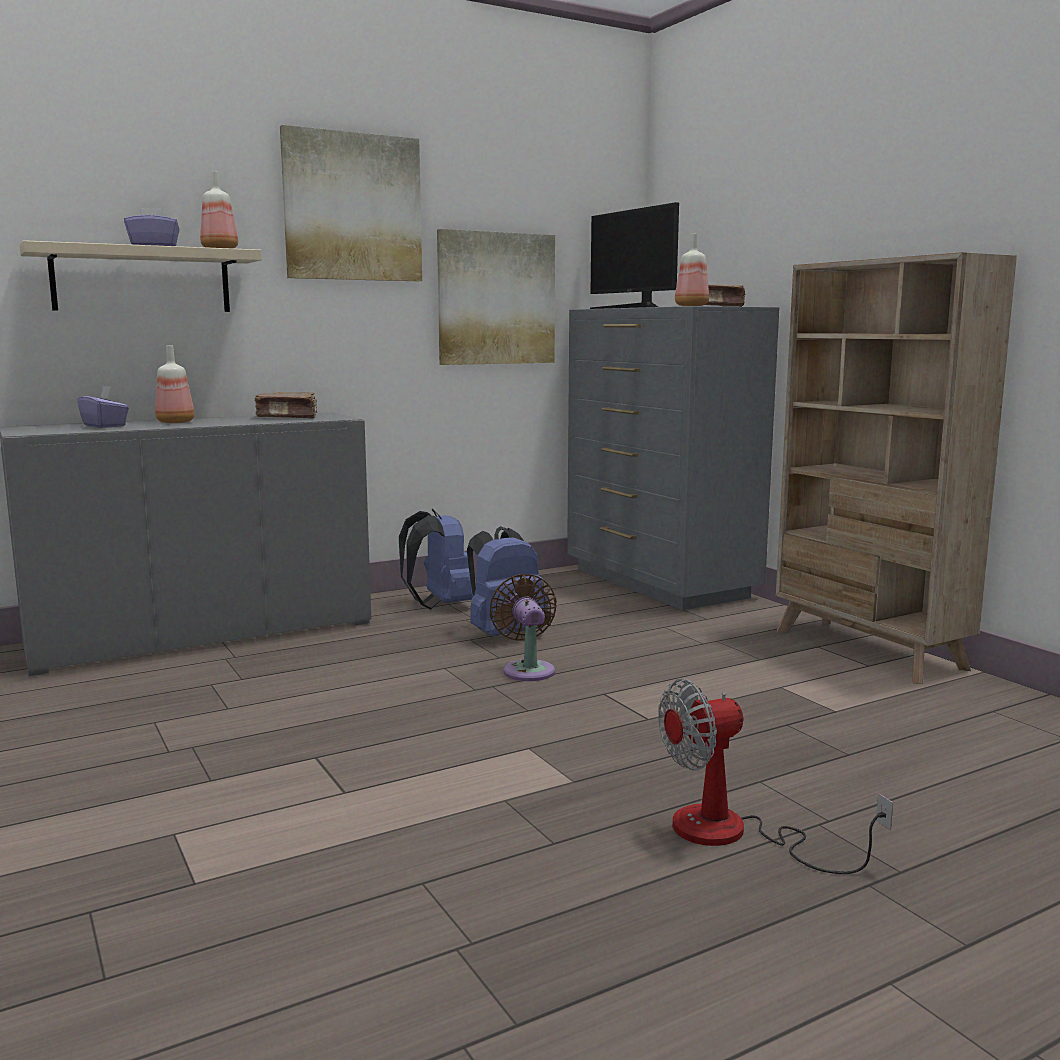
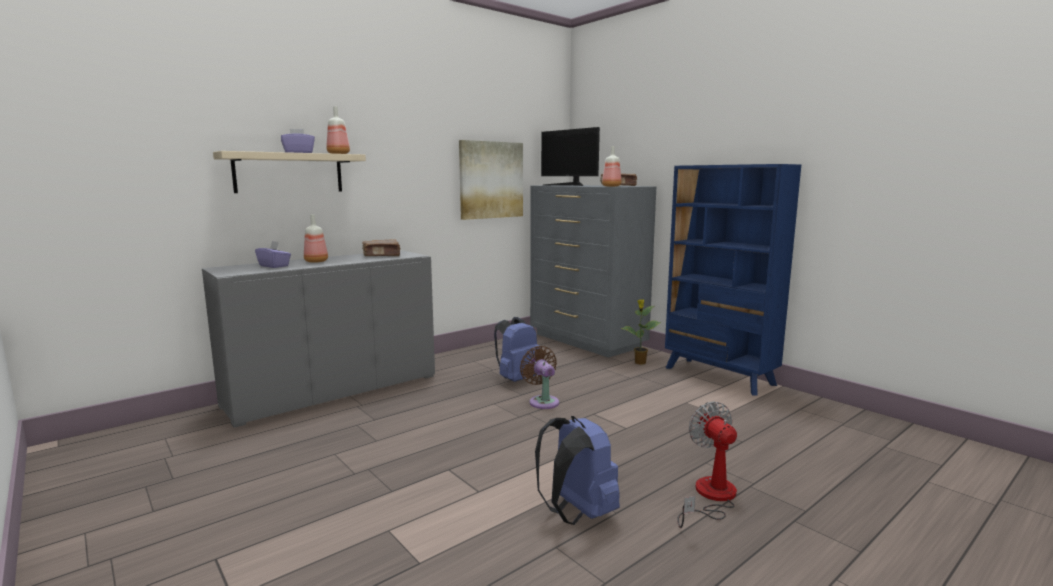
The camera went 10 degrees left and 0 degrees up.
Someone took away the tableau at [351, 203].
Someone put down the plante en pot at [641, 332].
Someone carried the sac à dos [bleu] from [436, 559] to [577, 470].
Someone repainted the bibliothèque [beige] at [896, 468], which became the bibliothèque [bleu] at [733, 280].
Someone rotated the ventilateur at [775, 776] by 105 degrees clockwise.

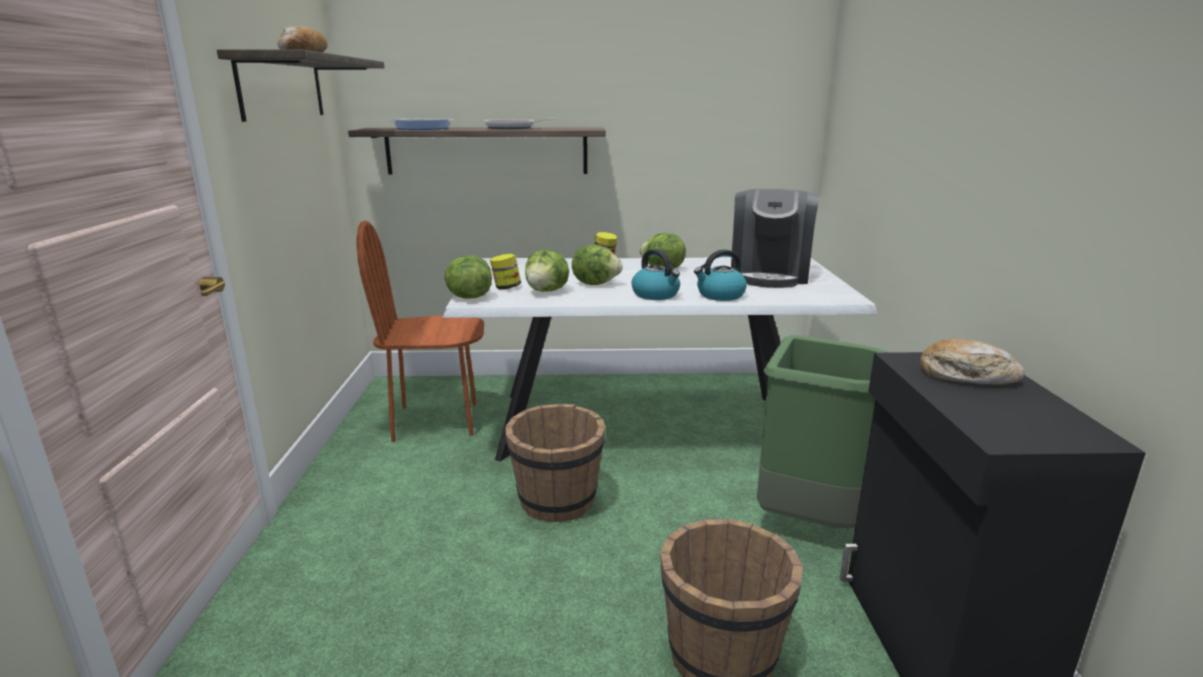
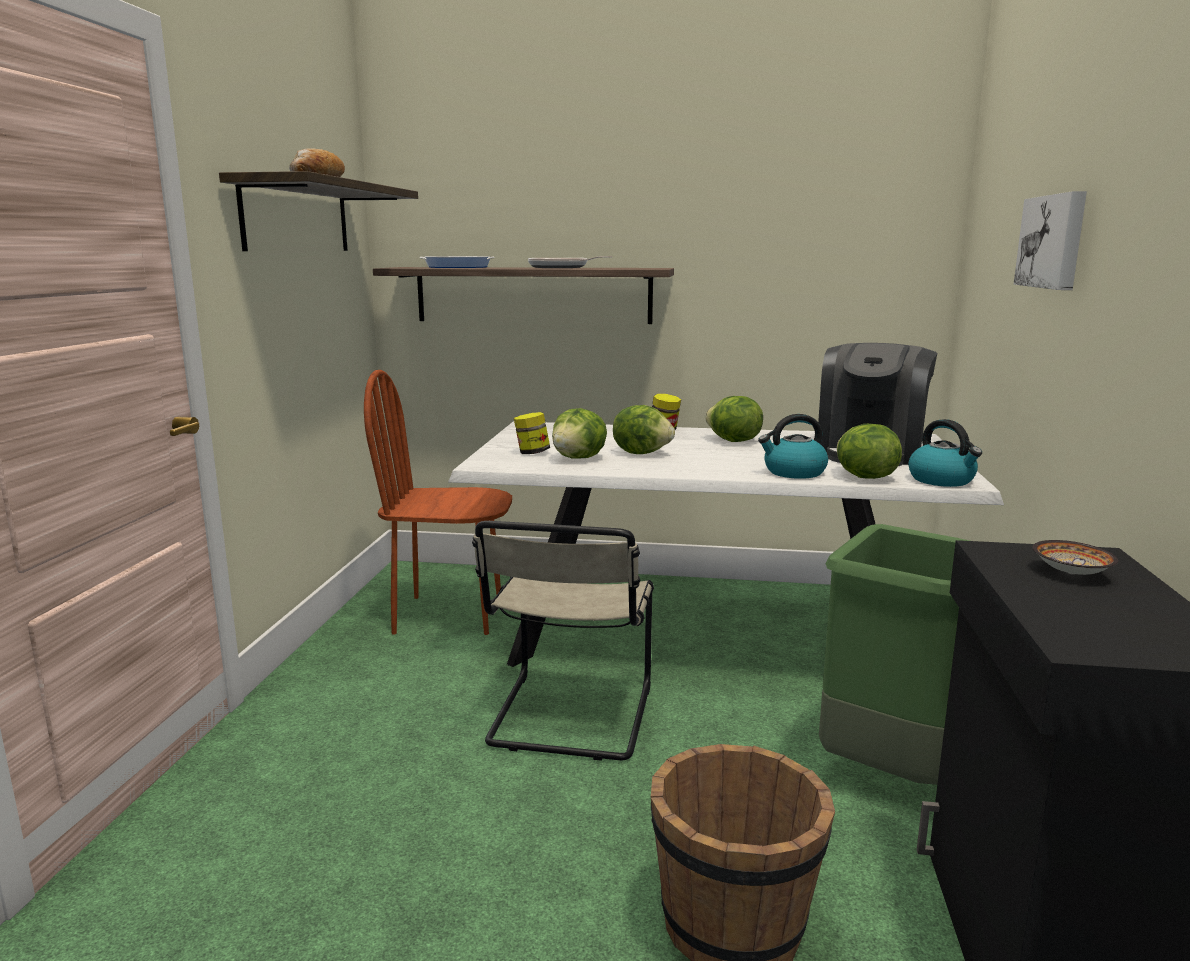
The camera went 10 degrees right and 5 degrees down.
Someone put up the tableau at [1050, 240].
Someone carried the laitue from [468, 277] to [869, 451].
Someone carried the bouilloire from [656, 274] to [945, 453].
Someone swapped the seau [marron] at [555, 463] for the chaise [beige] at [563, 641].
Someone swapped the pain at [972, 362] for the bol at [1075, 557].

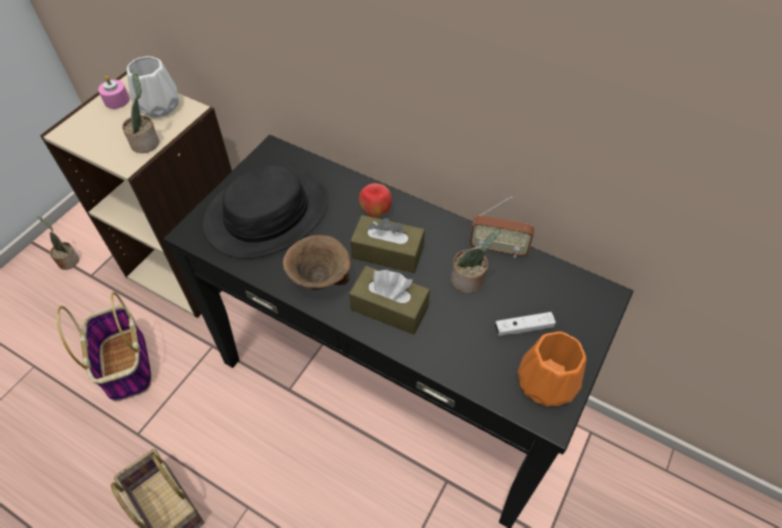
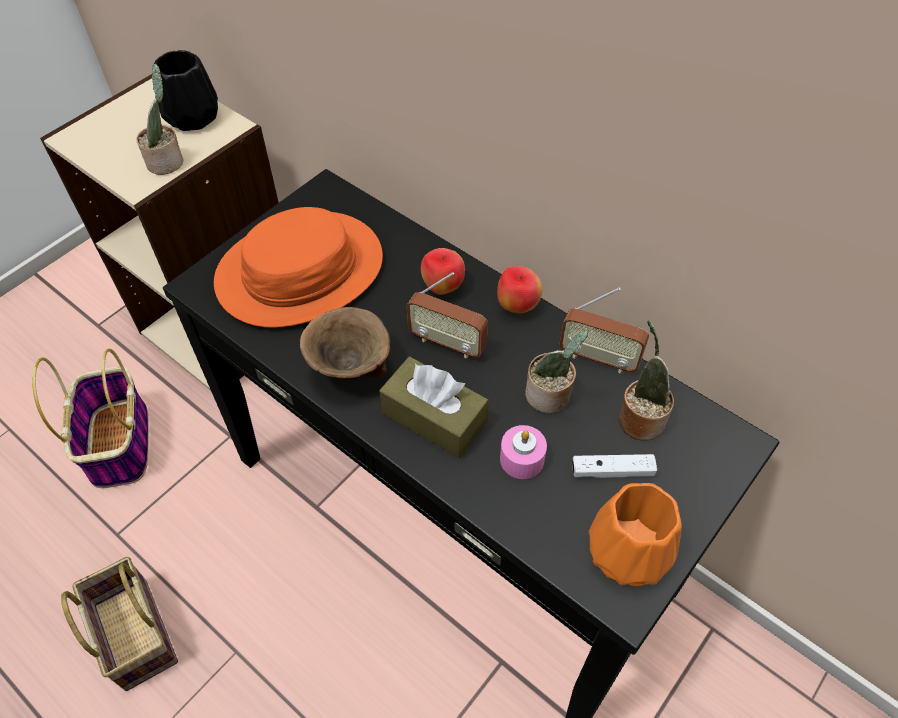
The camera went 10 degrees right and 0 degrees up.
Someone put down the pomme at [520, 289].
Someone carried the plante en pot from [58, 243] to [646, 380].
Someone carried the bougie [rose] from [114, 92] to [523, 452].
Someone swapped the boîte à mouchoirs [marron] at [387, 244] for the radio at [447, 315].
Someone repainted the vase [blanc] at [153, 87], which became the vase [noir] at [186, 90].
Someone repainted the chapeau [noir] at [265, 211], which became the chapeau [orange] at [298, 267].

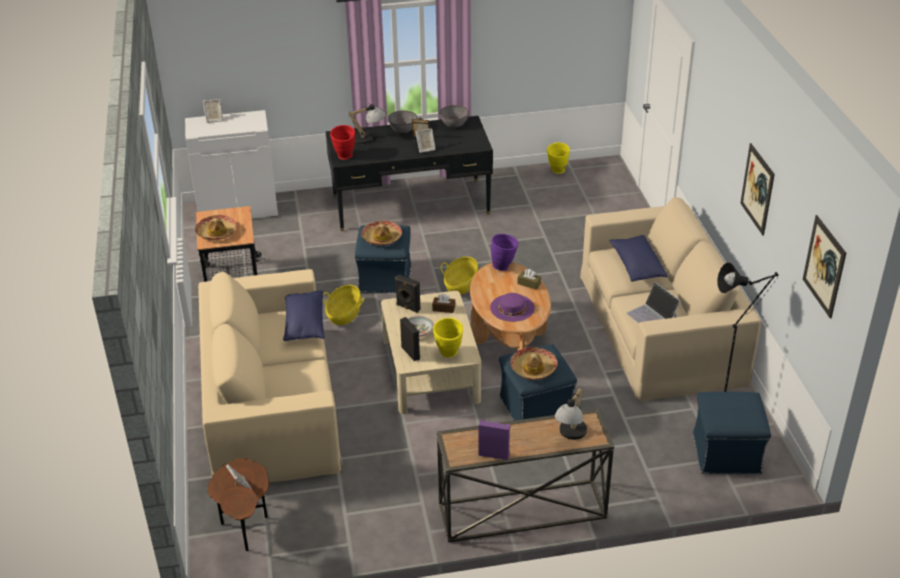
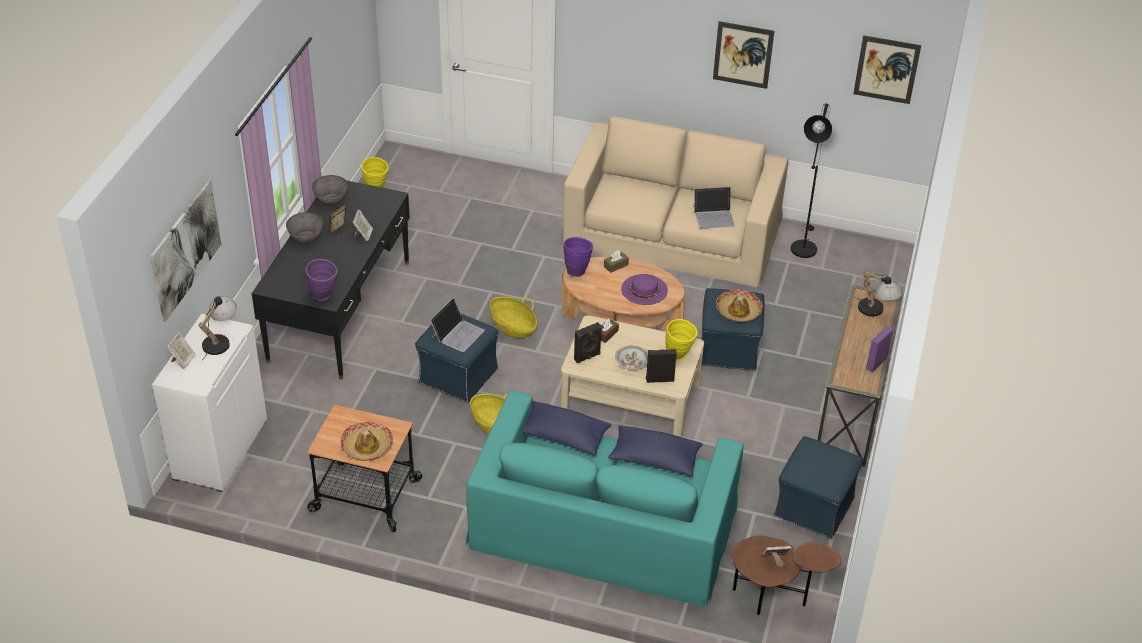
The camera went 65 degrees left and 5 degrees up.
Someone put up the tableau at [185, 251].
Someone carried the lampe de table from [367, 124] to [218, 328].
Someone carried the coussin [bleu] from [638, 258] to [655, 450].
Someone carried the pouf [bleu] from [732, 433] to [818, 487].
Someone swapped the chapeau at [381, 233] for the ordinateur portable at [457, 324].
Someone repainted the canapé [beige] at [270, 375], which became the canapé [turquoise] at [605, 499].
Someone repainted the vase [rouge] at [342, 142], which became the vase [violet] at [322, 280].

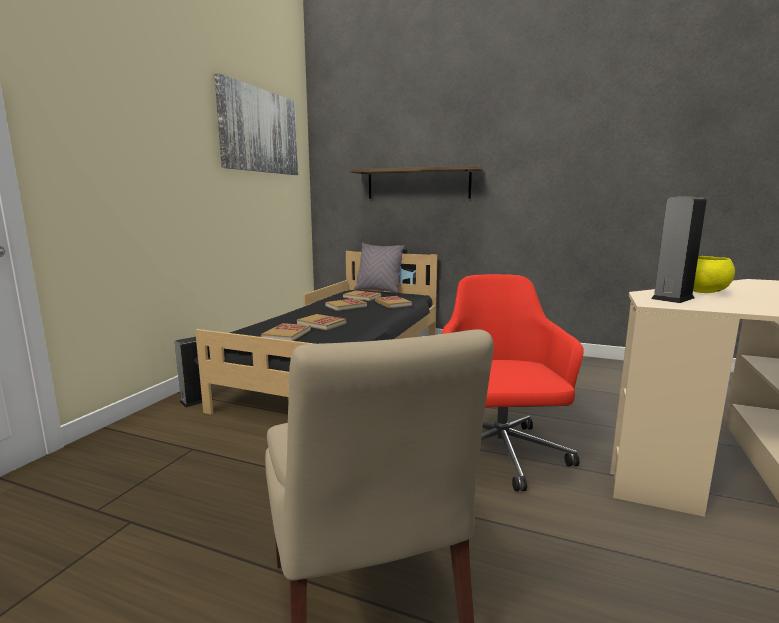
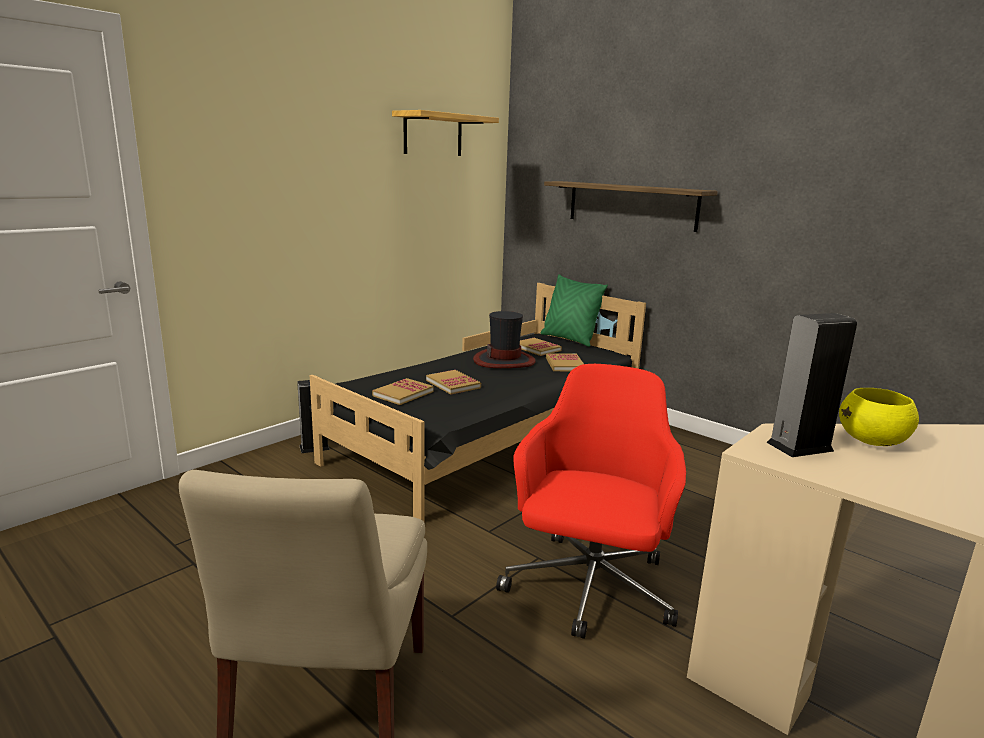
The camera went 20 degrees right and 5 degrees up.
Someone swapped the tableau at [256, 124] for the étagère at [445, 133].
Someone swapped the livre at [346, 304] for the chapeau at [504, 339].
Someone repainted the coussin [gris] at [379, 268], which became the coussin [vert] at [574, 310].

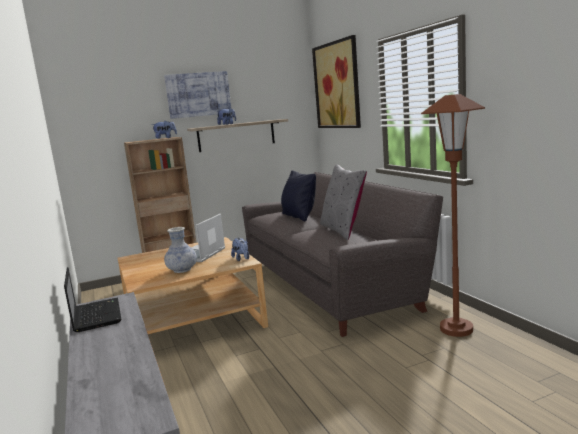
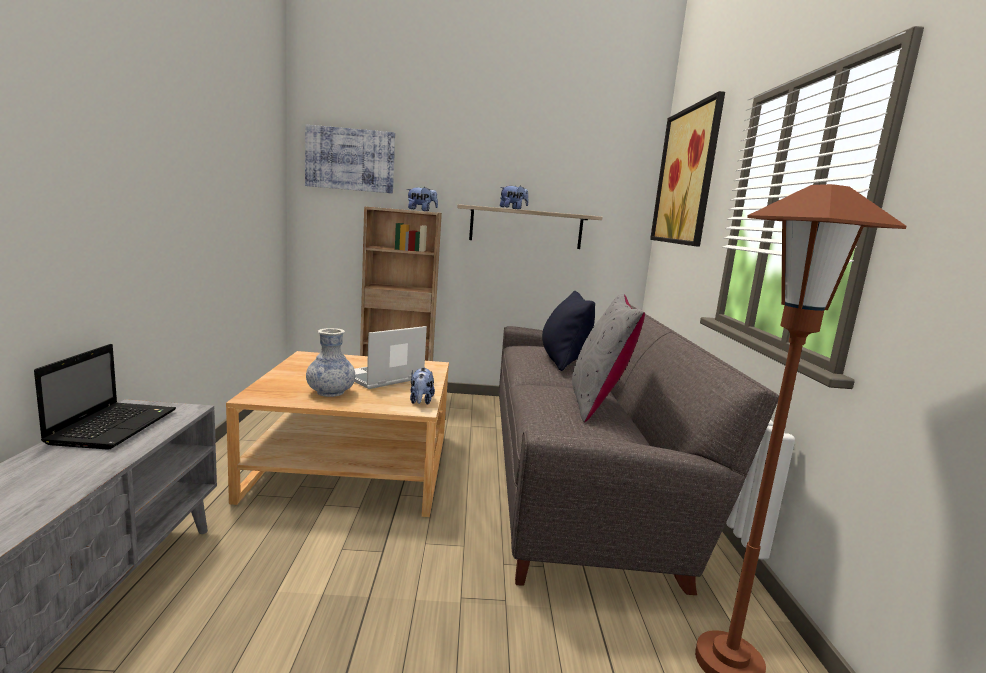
The camera went 20 degrees right and 0 degrees up.
Someone carried the tableau from [197, 95] to [350, 159].

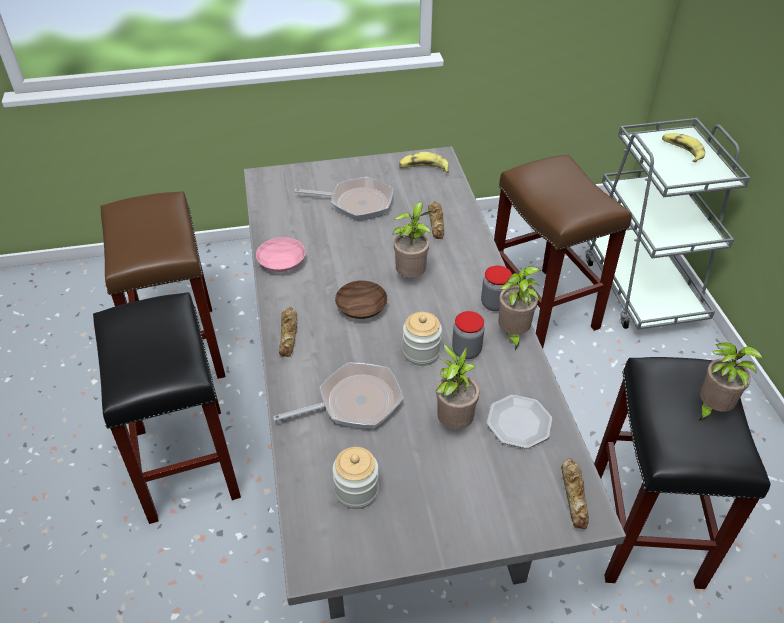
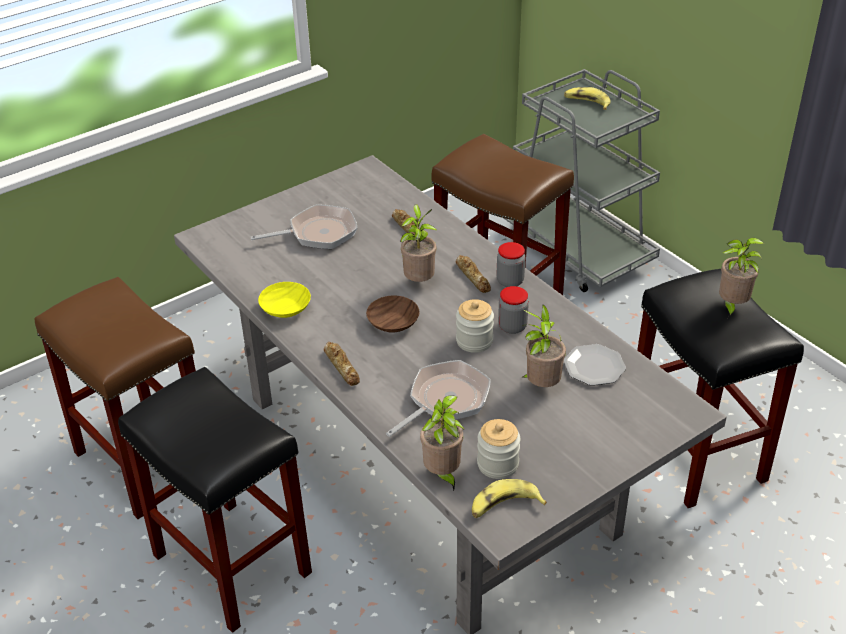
The camera went 25 degrees left and 5 degrees down.
Someone carried the banane from [424, 162] to [509, 498].
Someone carried the plante en pot from [519, 308] to [442, 443].
Someone carried the pain from [575, 493] to [473, 274].
Someone repainted the bol [rose] at [280, 254], which became the bol [jaune] at [284, 300].

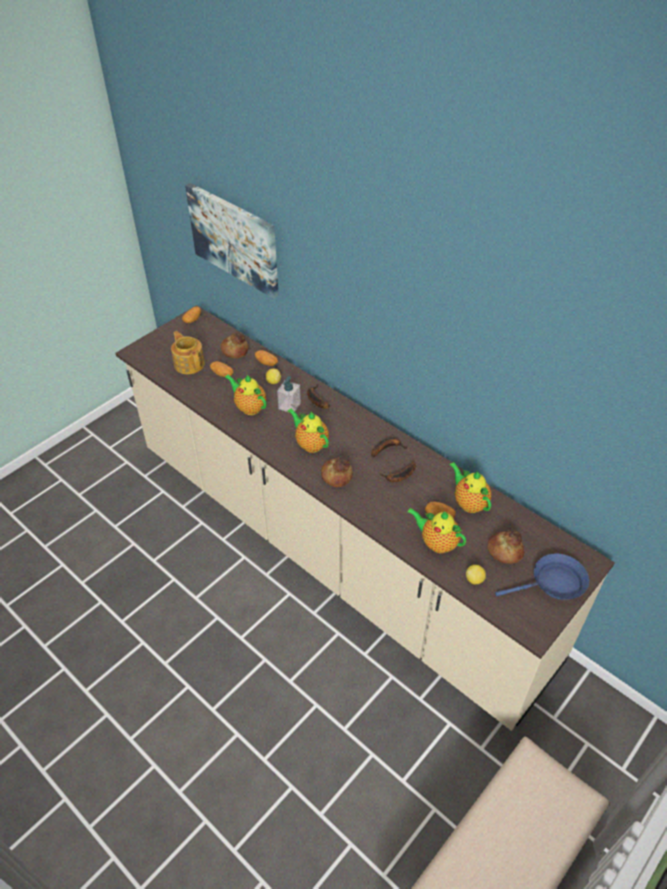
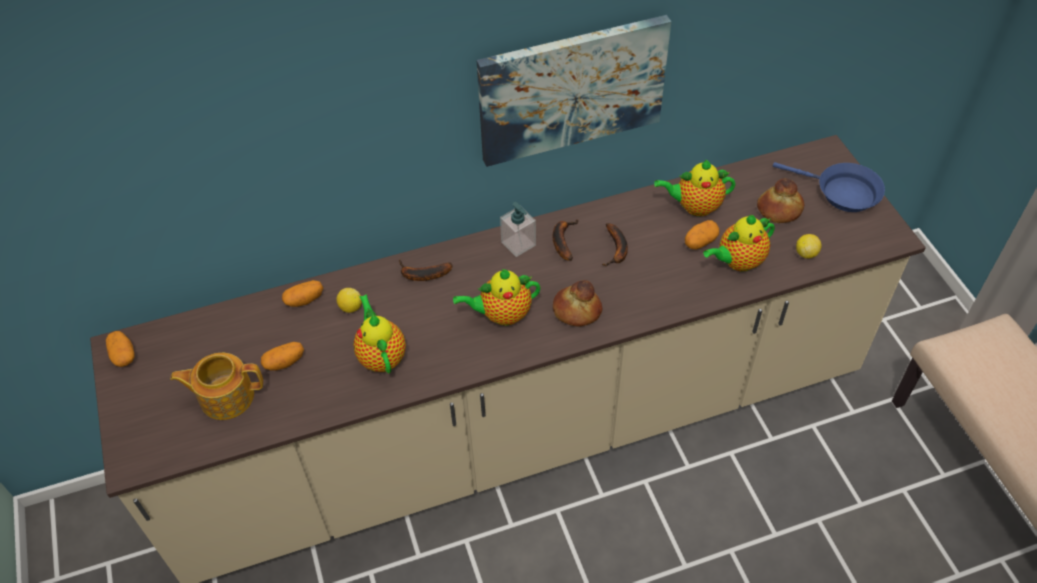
The camera went 60 degrees left and 5 degrees up.
Someone took away the pain at [234, 345].
Someone carried the tableau from [232, 241] to [574, 91].
Someone carried the distributeur de savon from [289, 394] to [518, 229].
Someone rotated the théière at [245, 394] by 90 degrees clockwise.
Someone rotated the poêle [bleu] at [542, 577] by 105 degrees clockwise.

